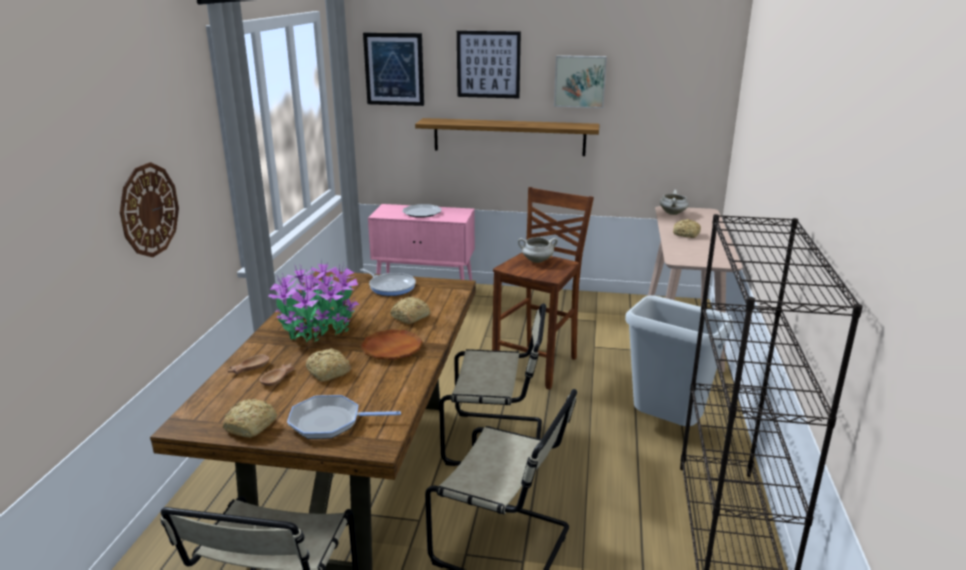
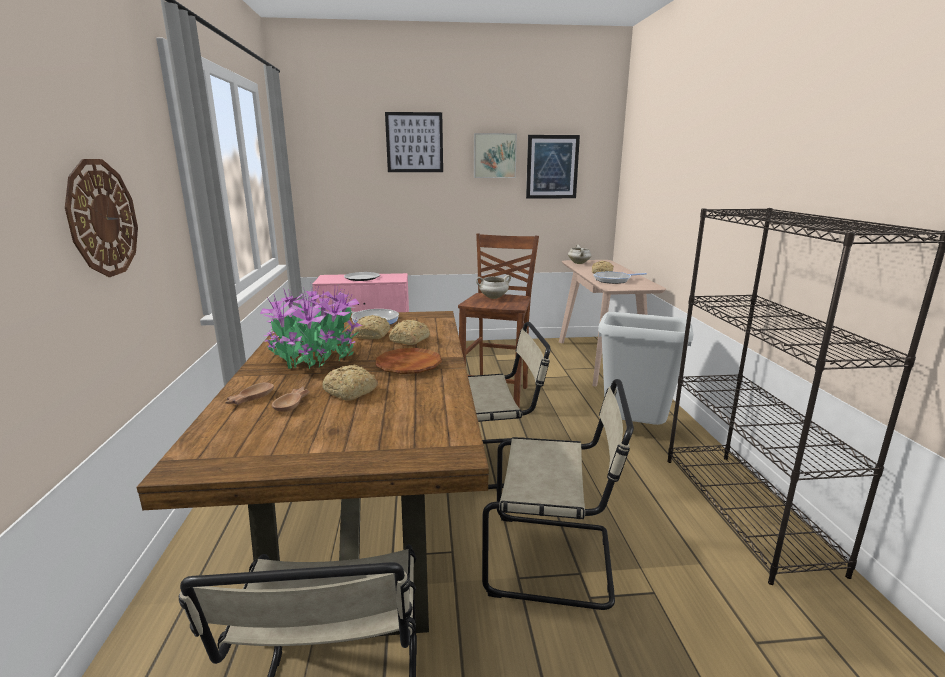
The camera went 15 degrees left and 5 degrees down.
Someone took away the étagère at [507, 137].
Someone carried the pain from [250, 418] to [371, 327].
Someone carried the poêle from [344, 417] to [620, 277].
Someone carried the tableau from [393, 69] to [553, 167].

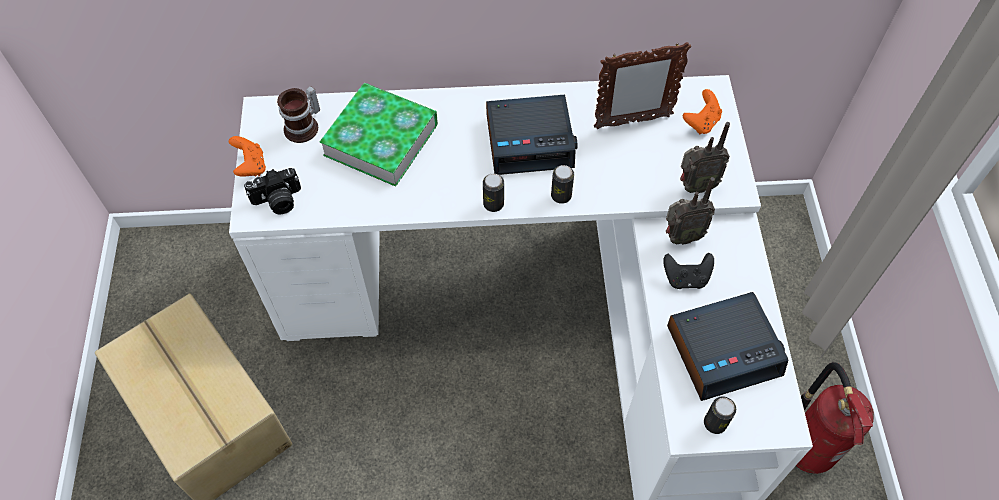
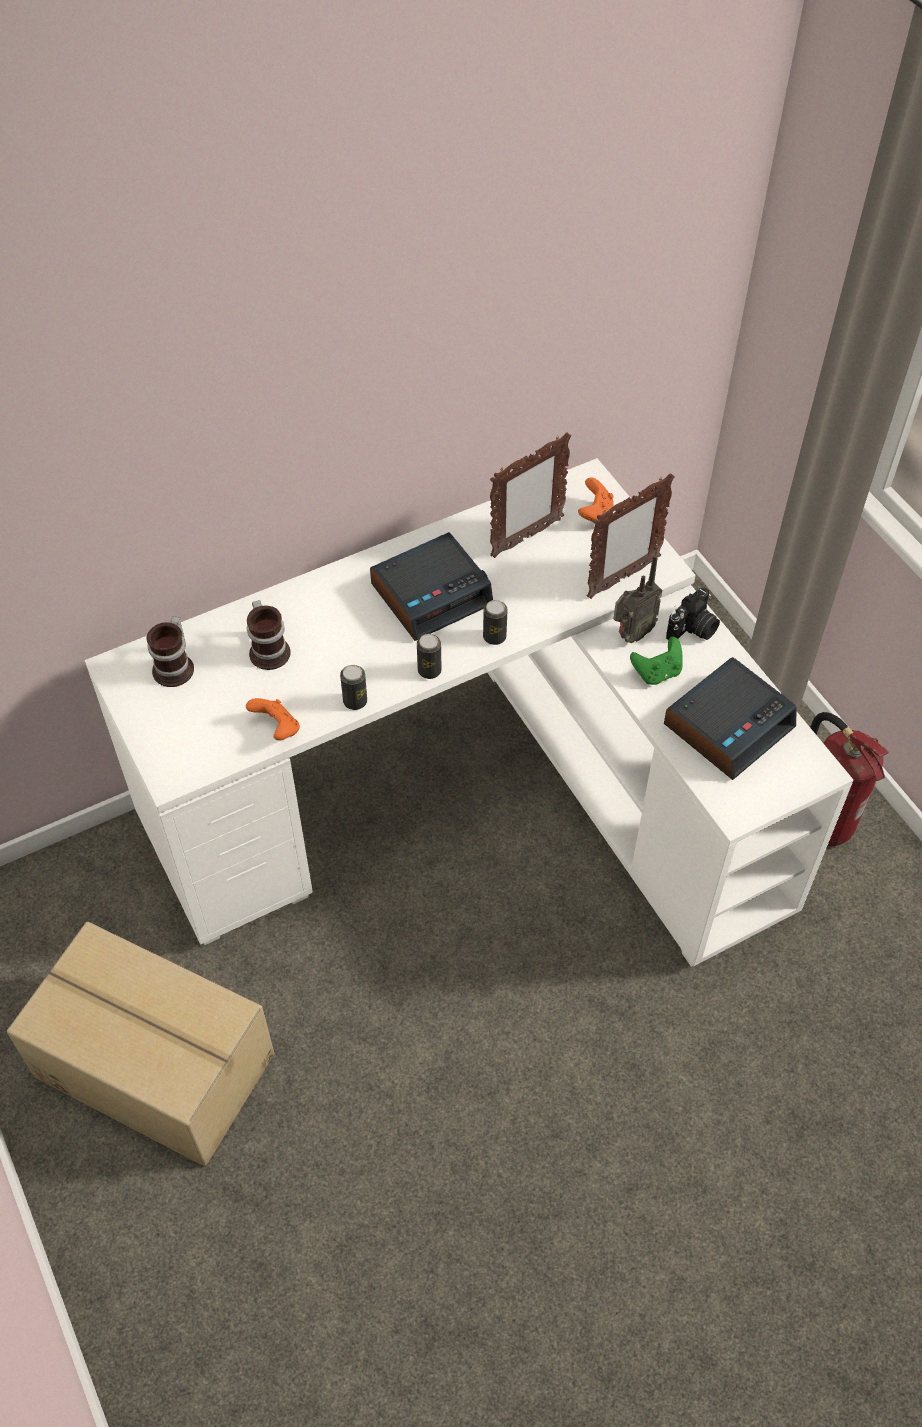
The camera went 25 degrees left and 5 degrees down.
Someone carried the manette [orange] from [247, 156] to [273, 719].
Someone carried the appareil photo from [272, 191] to [693, 614].
Someone carried the boîte métallique from [720, 415] to [353, 687].
Someone swapped the livre at [379, 135] for the mug at [269, 635].
Someone swapped the radio at [705, 157] for the cadre photo at [631, 536].
Someone repainted the manette [noir] at [688, 271], which became the manette [vert] at [656, 661].

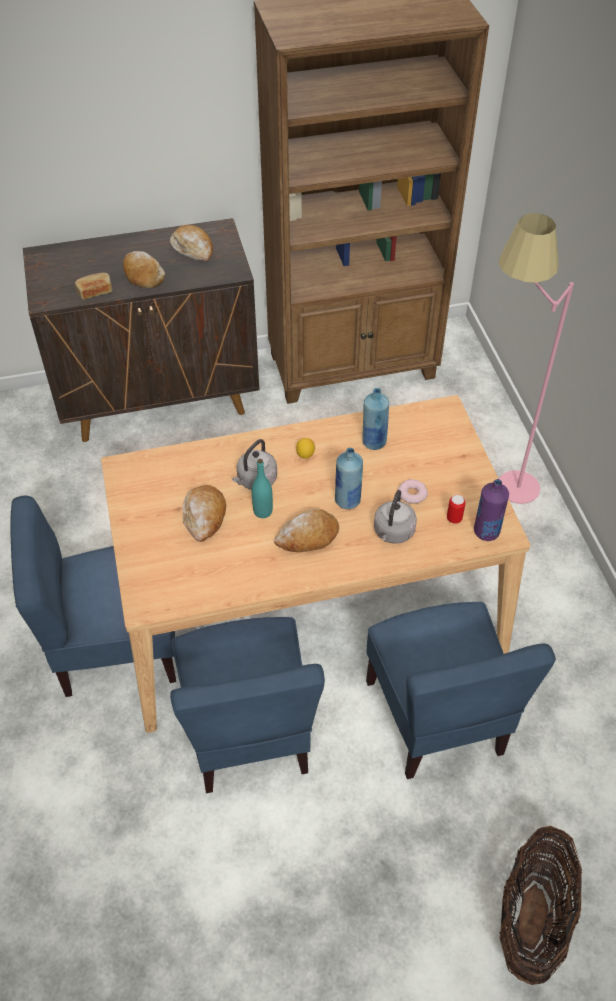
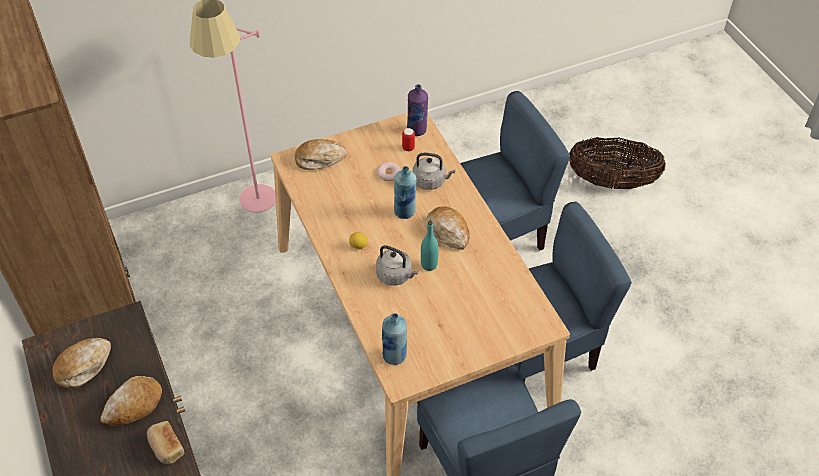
The camera went 100 degrees left and 0 degrees up.
Someone carried the pain from [204, 513] to [321, 154].
Someone carried the bouteille [bleu] from [375, 419] to [394, 339].

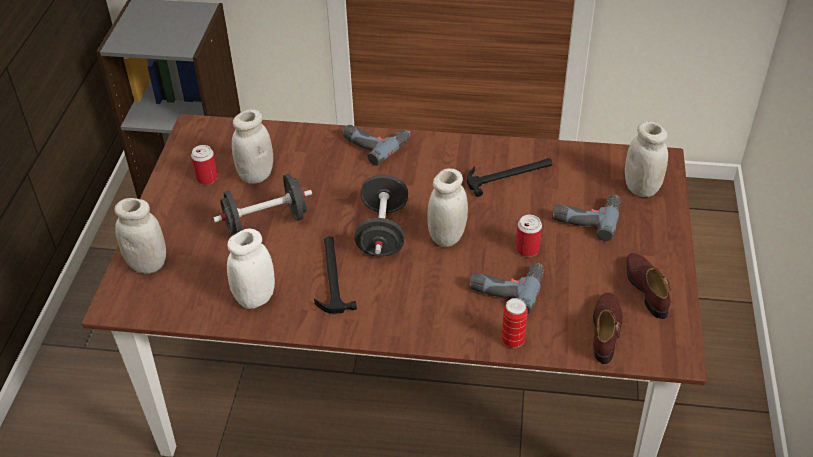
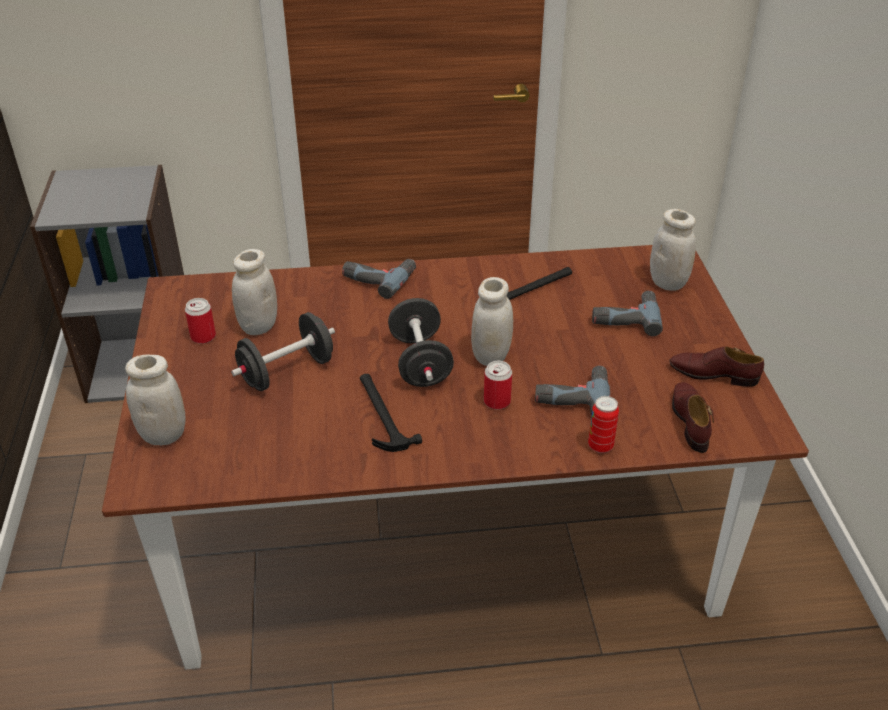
The camera went 15 degrees left and 5 degrees down.
Someone took away the bocal [blanc] at [251, 269].
Someone carried the boîte métallique from [529, 236] to [498, 385].
Someone rotated the chaussure [marron] at [648, 286] by 45 degrees counterclockwise.

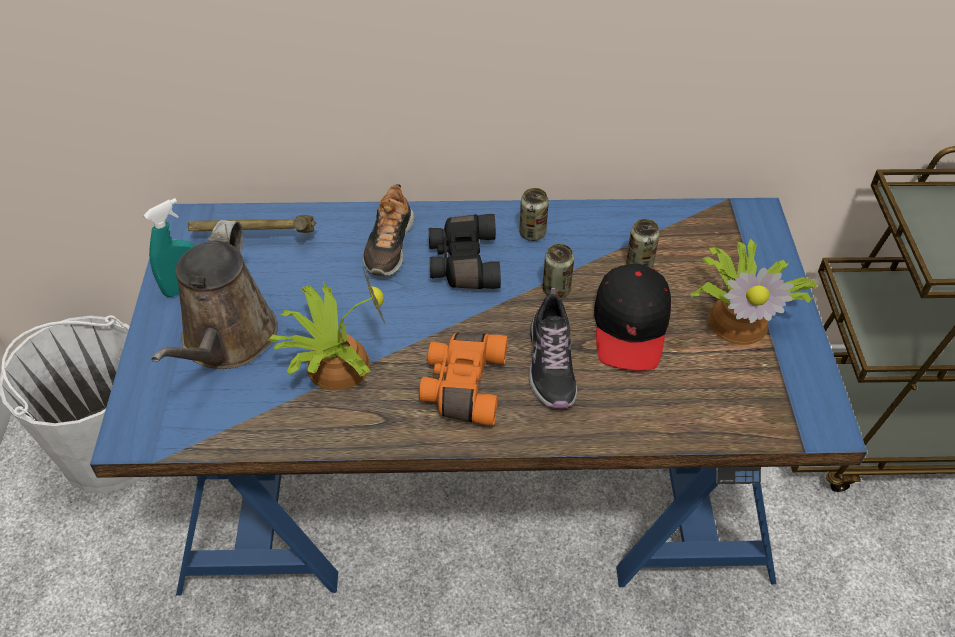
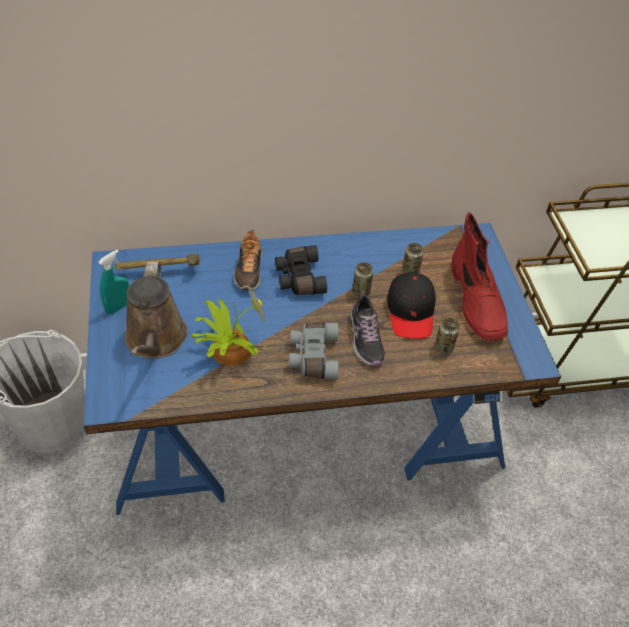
The camera went 10 degrees left and 0 degrees up.
Someone carried the boîte métallique from [534, 214] to [447, 336].
Someone swapped the plante en pot at [753, 292] for the botte [rouge] at [480, 276].
Someone repainted the jumelles [orange] at [463, 379], which became the jumelles [gris] at [313, 351].

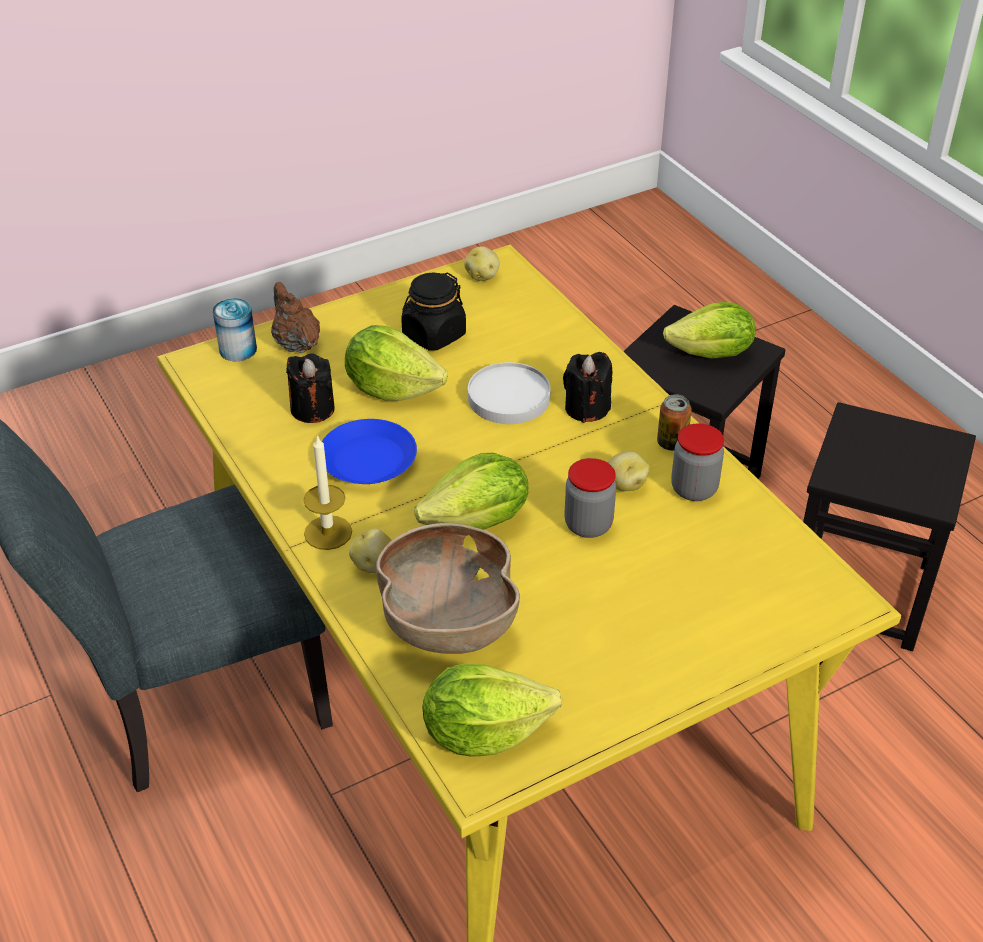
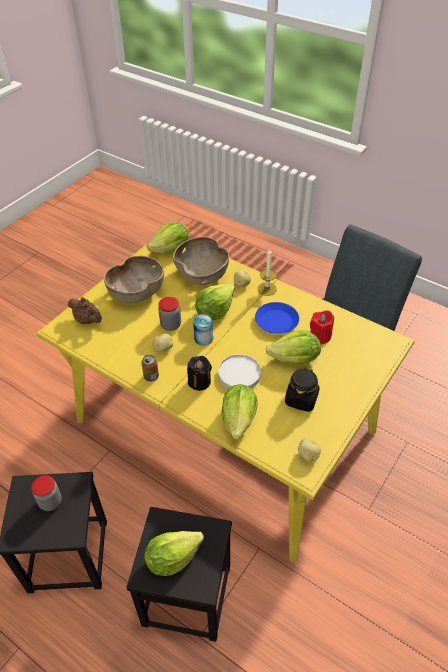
The camera went 155 degrees right and 5 degrees up.
Someone put down the bol [marron] at [134, 279].
Someone put down the laitue at [239, 412].
Someone carried the boîte métallique from [235, 329] to [203, 330].
Someone carried the théière [marron] from [295, 317] to [85, 310].
Someone carried the bocal from [697, 462] to [46, 493].
Someone repainted the bougie [noir] at [310, 388], which became the bougie [rouge] at [322, 327].

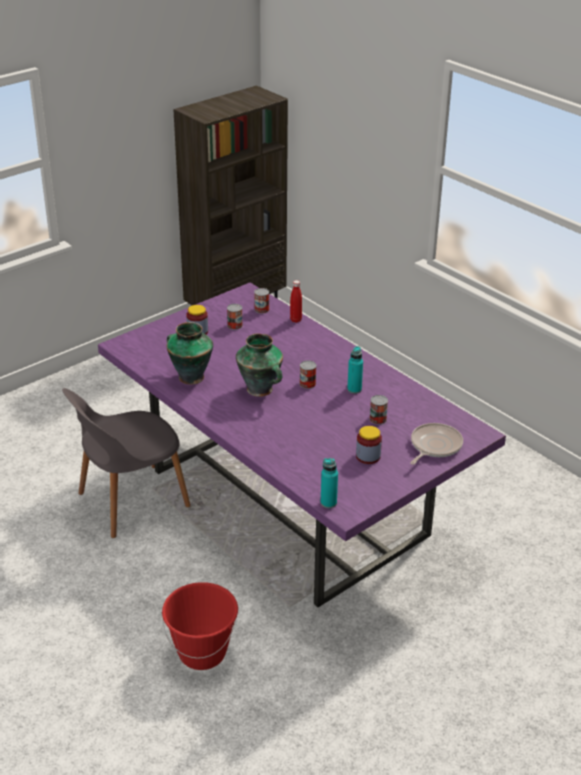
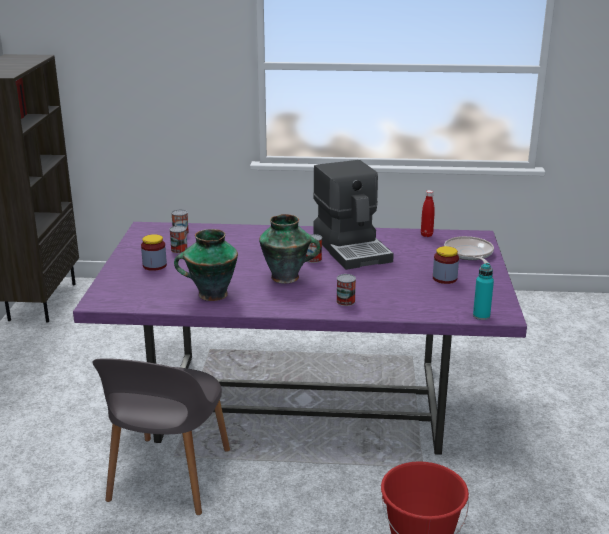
The camera went 45 degrees left and 10 degrees down.
Someone carried the bouteille [rouge] from [296, 301] to [428, 213].
Someone carried the boîte métallique from [378, 410] to [346, 290].
Someone swapped the bouteille [turquoise] at [355, 370] for the machine à café at [353, 215].

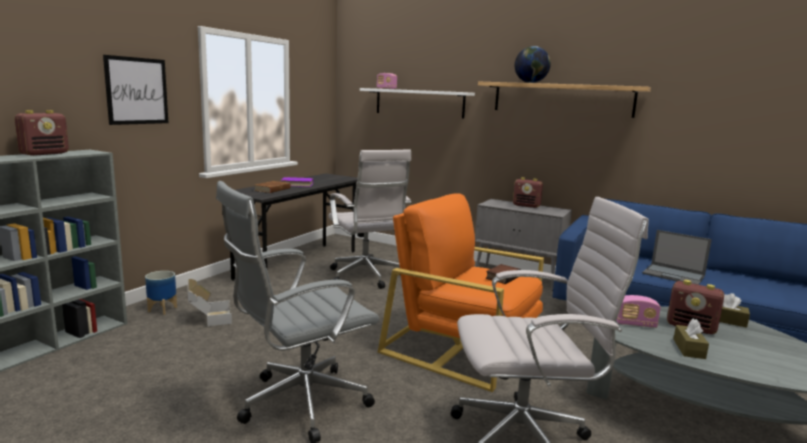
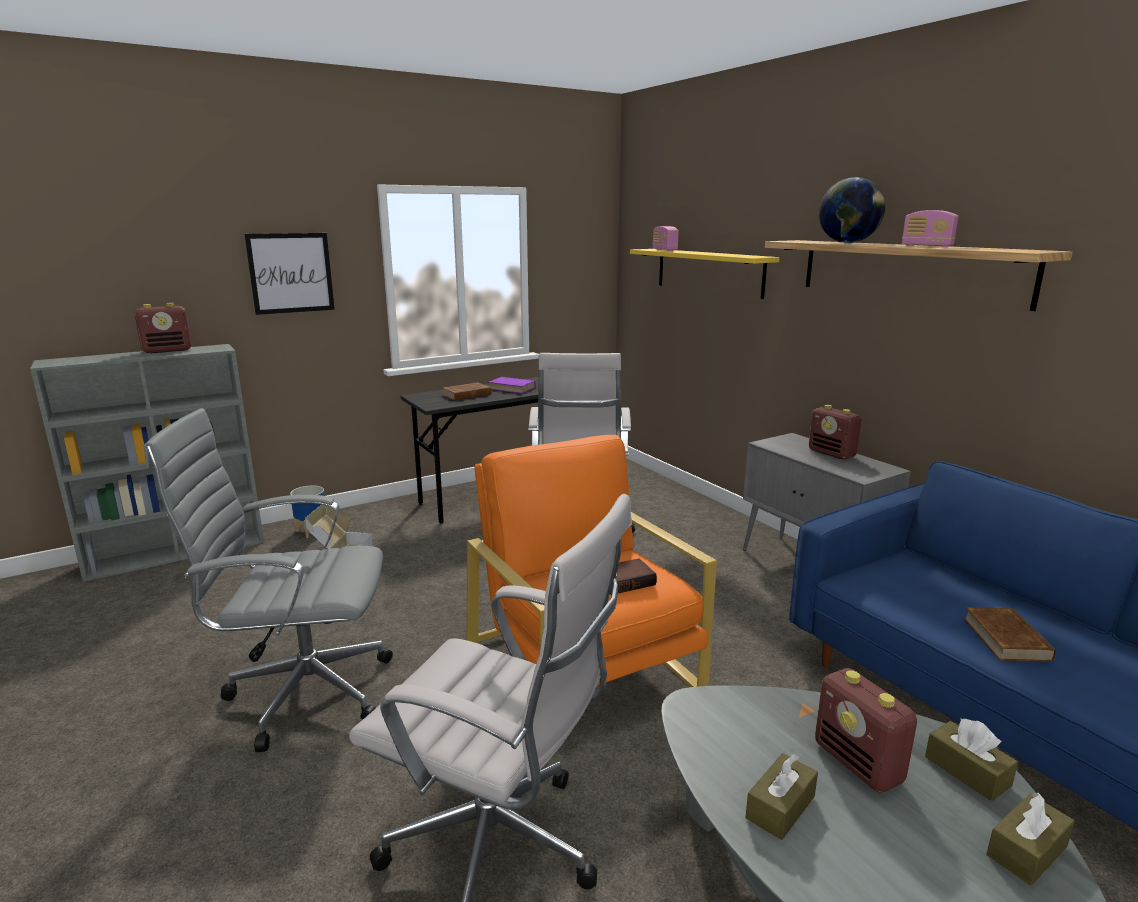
The camera went 30 degrees right and 5 degrees up.
Someone put down the boîte à mouchoirs [marron] at [1030, 839].
Someone carried the radio from [638, 311] to [930, 228].
Someone swapped the ordinateur portable at [677, 257] for the livre [marron] at [1009, 634].
Someone repainted the étagère [blanc] at [417, 103], which became the étagère [jaune] at [705, 274].

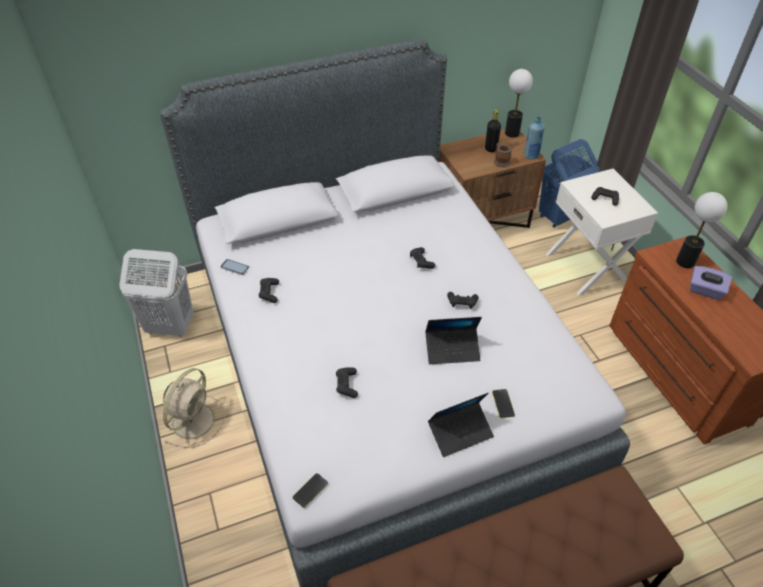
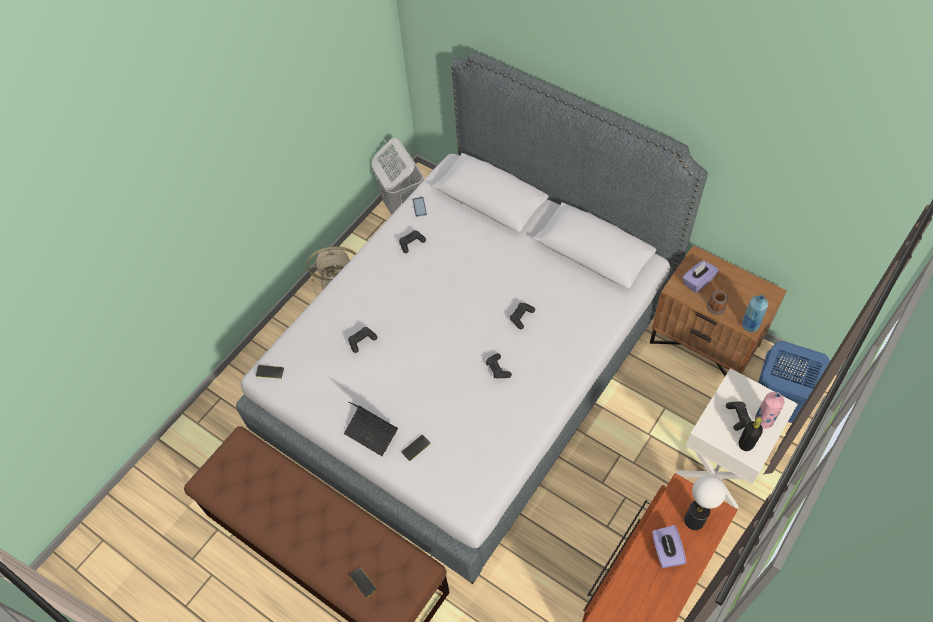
The camera went 60 degrees right and 10 degrees up.
Someone took away the ordinateur portable at [453, 340].
Someone took away the lampe de table at [519, 103].
Someone put down the téléphone at [363, 582].
Someone put down the boîte à mouchoirs [violet] at [700, 276].
Someone put down the bouteille [rose] at [770, 410].
Someone carried the bouteille [noir] from [493, 130] to [750, 434].

